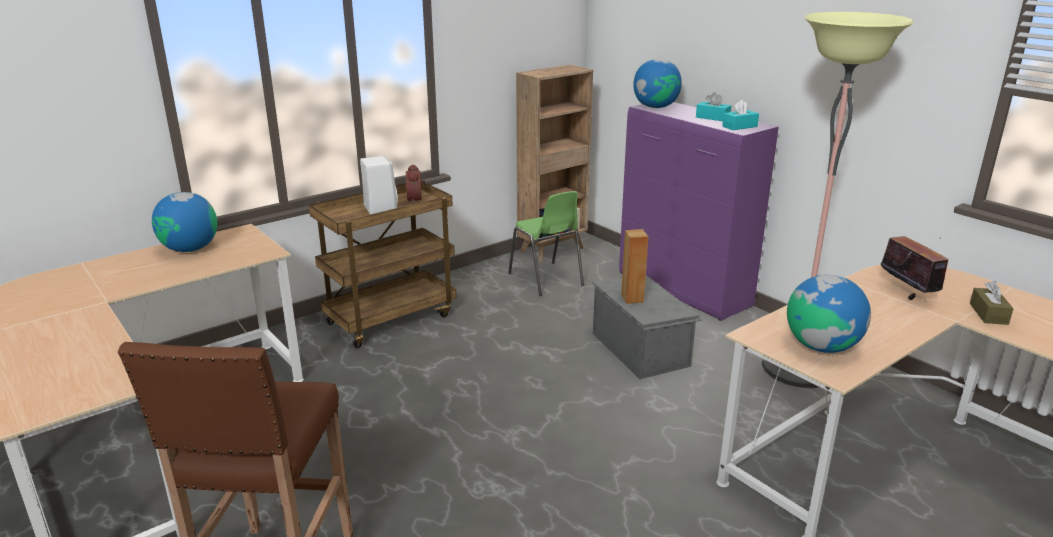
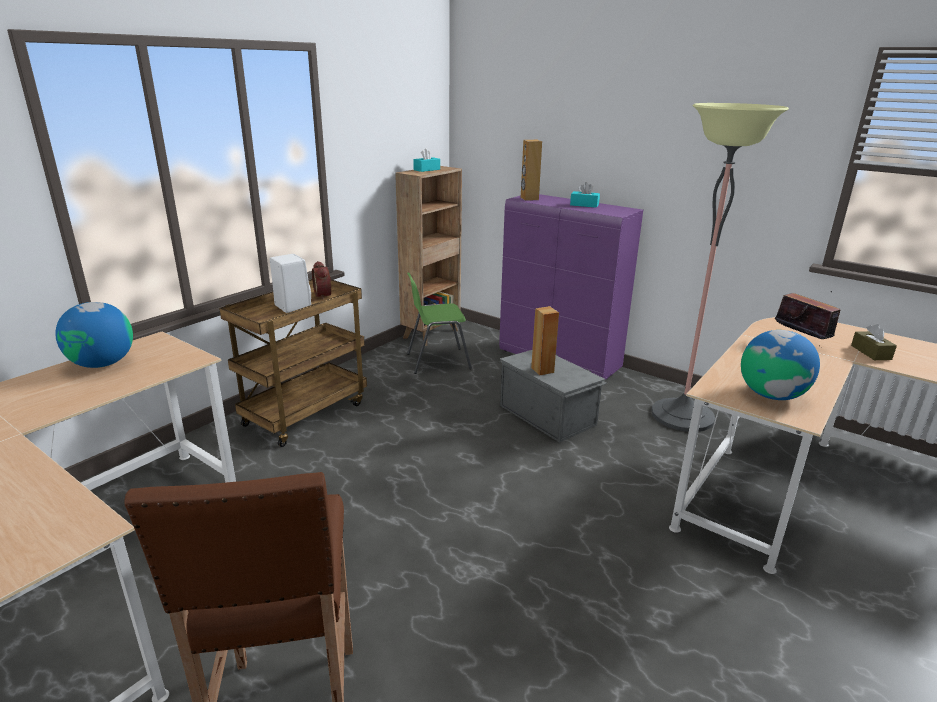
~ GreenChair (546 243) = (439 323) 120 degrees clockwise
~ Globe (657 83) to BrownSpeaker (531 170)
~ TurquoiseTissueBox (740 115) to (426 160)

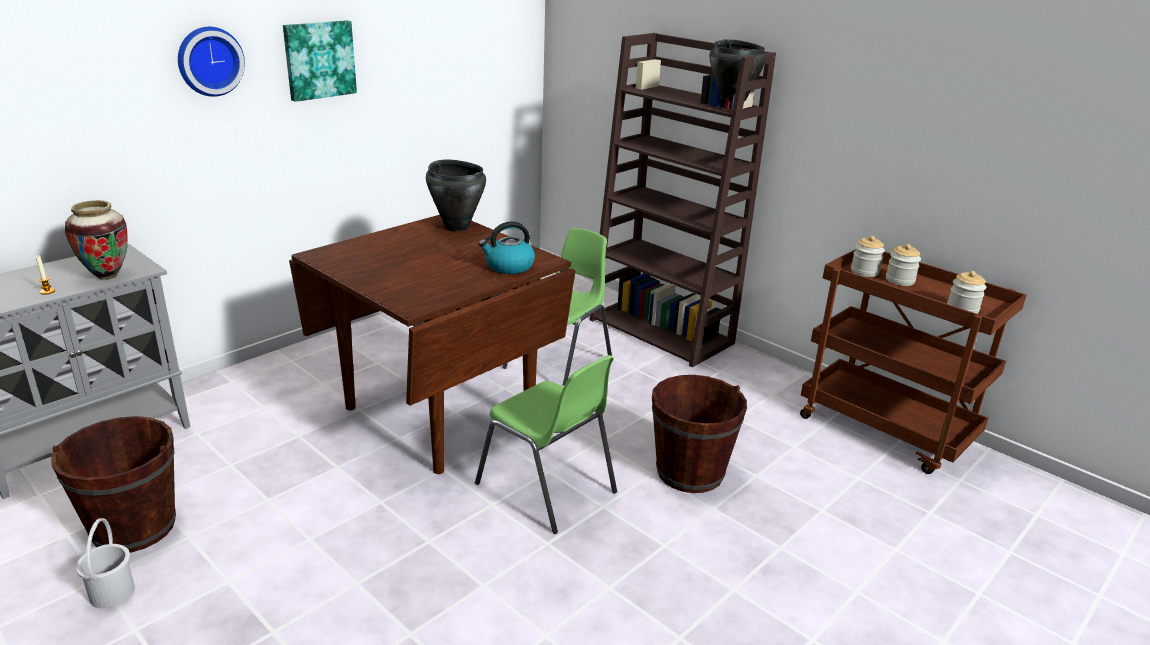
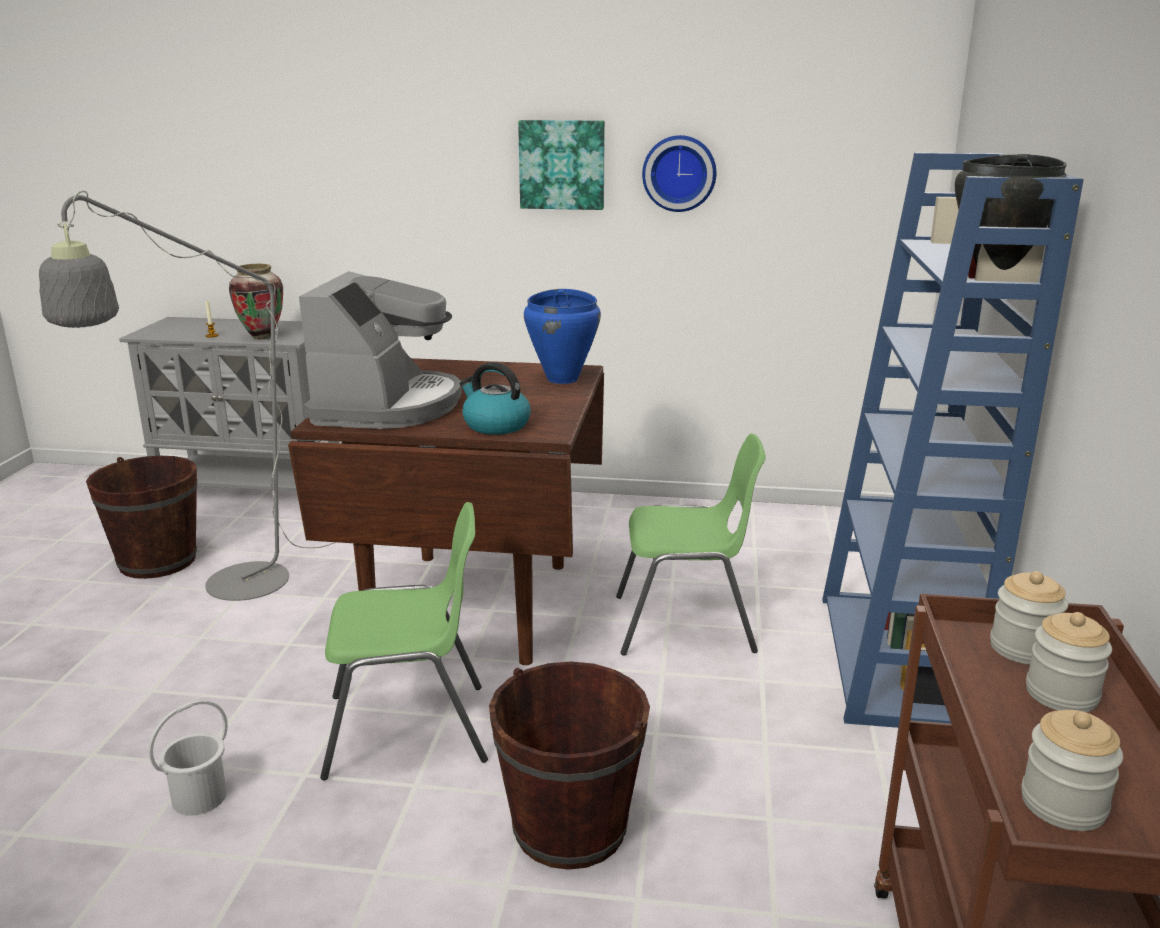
~ WhiteBucket (105 563) to (188 758)
~ WallClock (211 62) to (679 173)
~ BlackCookingPot (456 196) to BlueCookingPot (562 336)
~ GreenChair (546 444) = (404 641) 105 degrees counterclockwise
~ BrownBookcase (683 200) to BlueBookcase (953 440)
+ GreyFloorLamp (187 396)
+ CoffeeMachine (380 350)

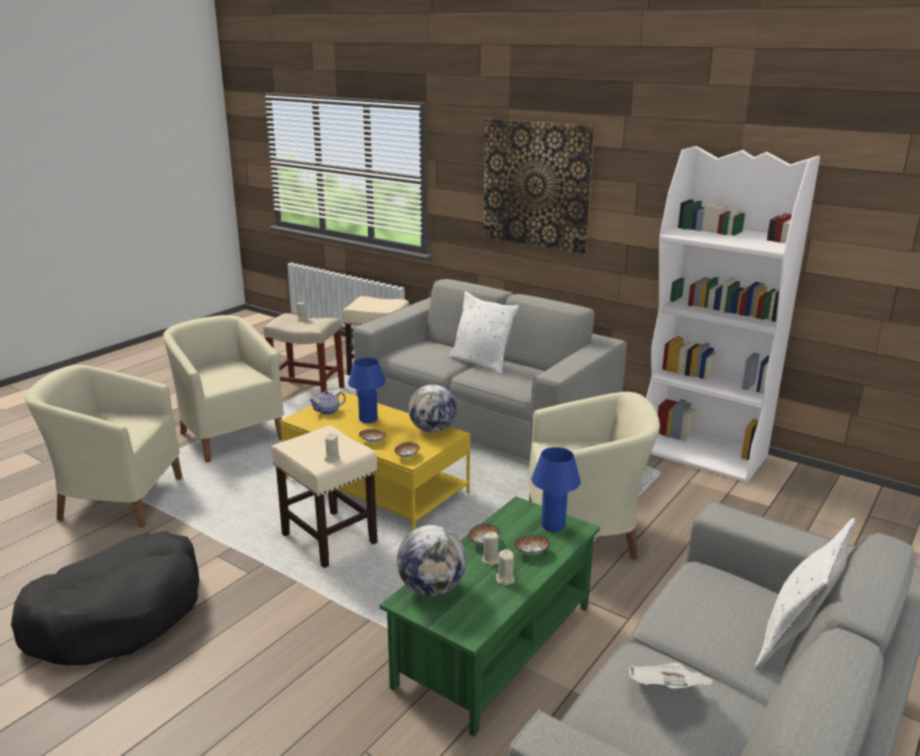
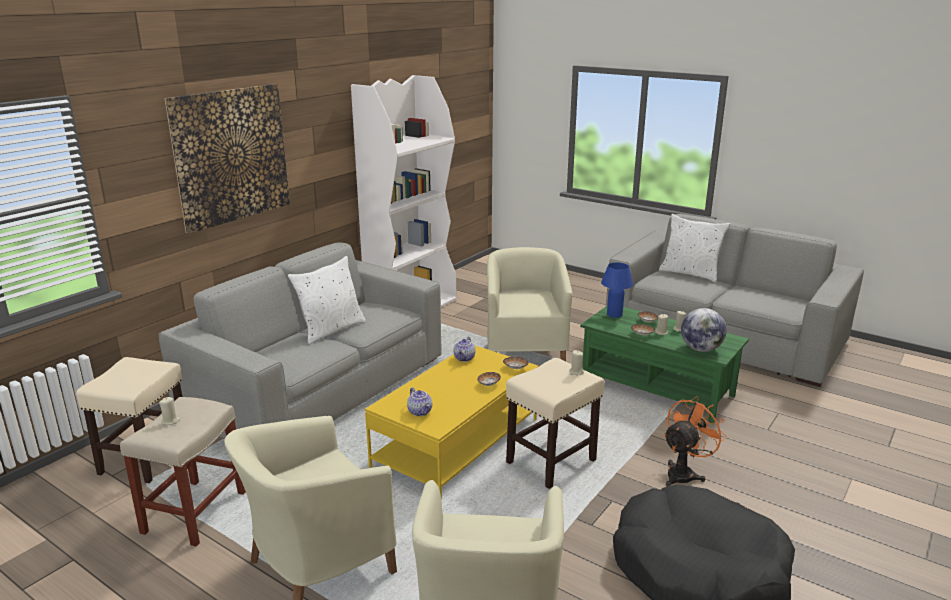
- BlueTableLamp (367 390)
~ Globe (432 409) to Teapot (465 349)
- Newspaper (671 675)
+ OrangeFan (695 441)

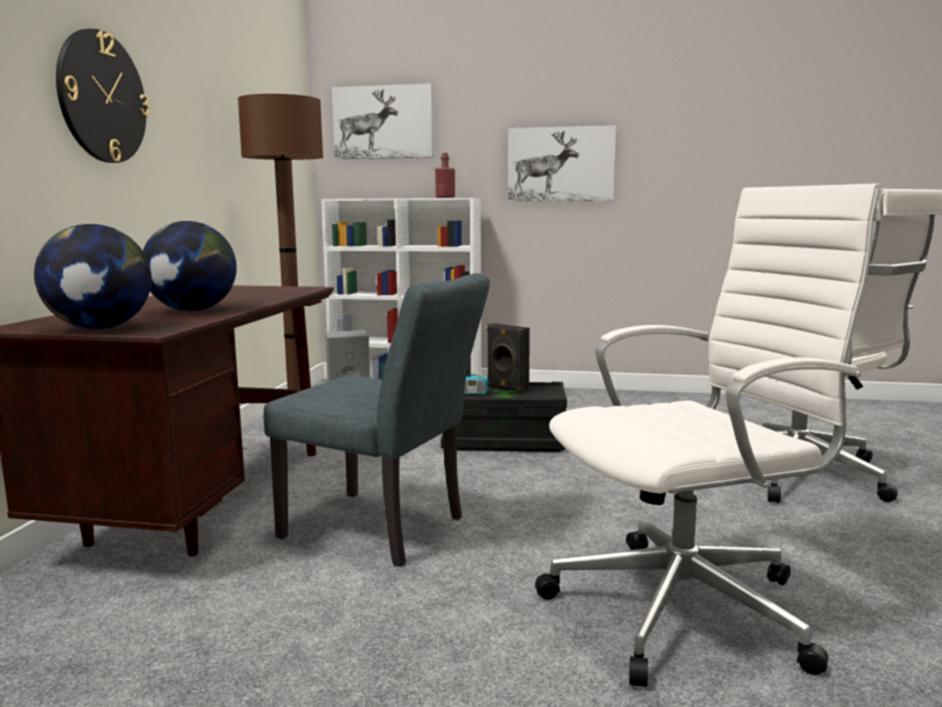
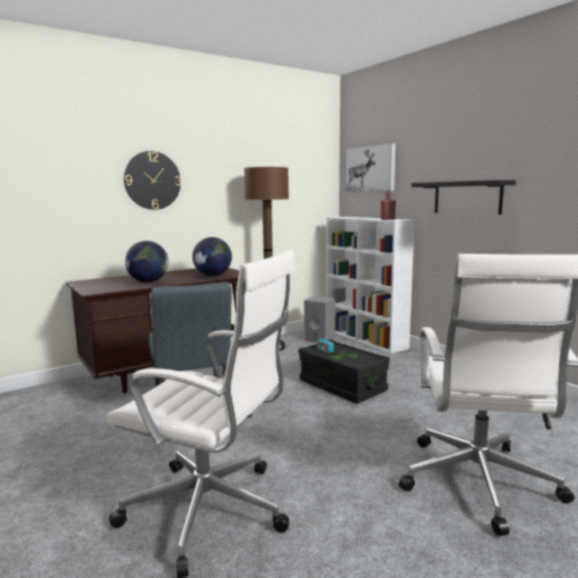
~ Globe (93 276) to (212 256)
- BlackSpeaker (508 357)
~ Picture (562 163) to BlackShelf (463 197)

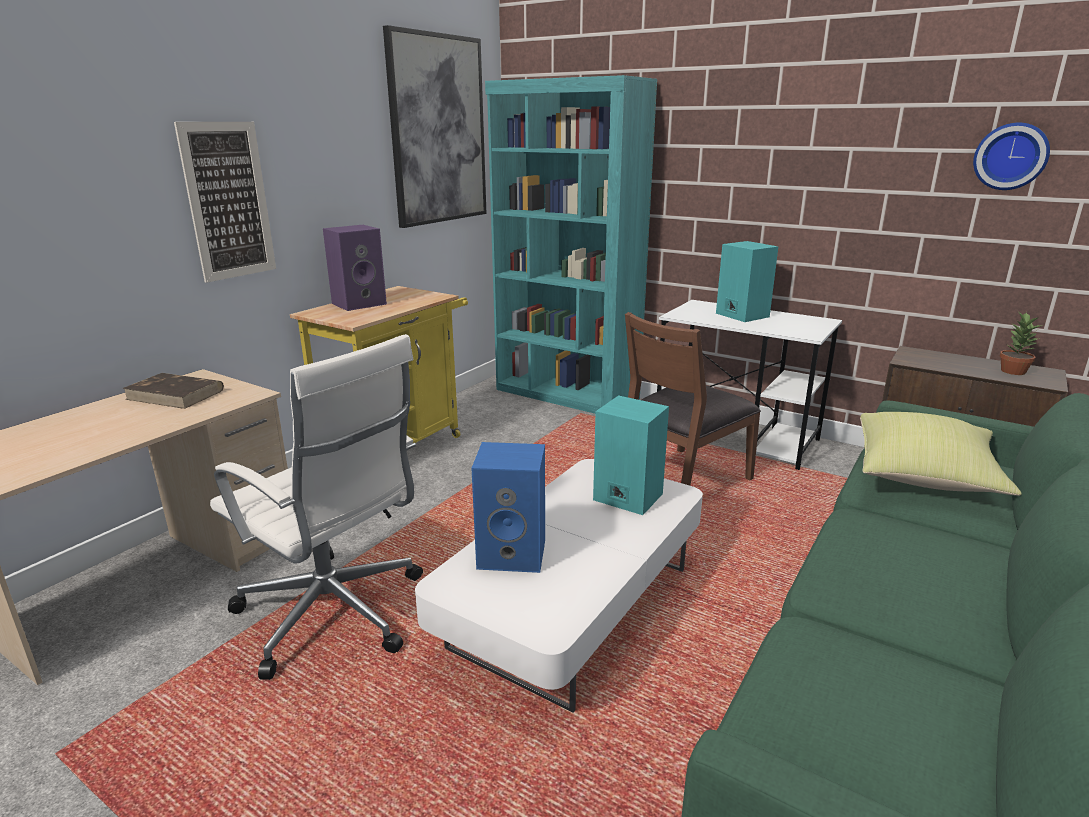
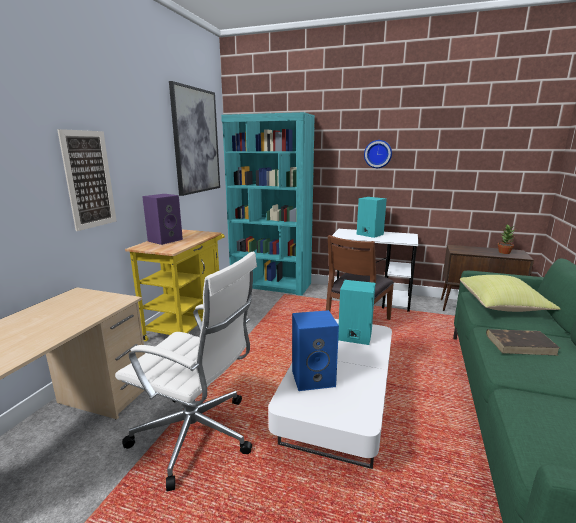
~ BrownBook (173 391) to (523 342)
~ WallClock (1011 156) to (378 154)

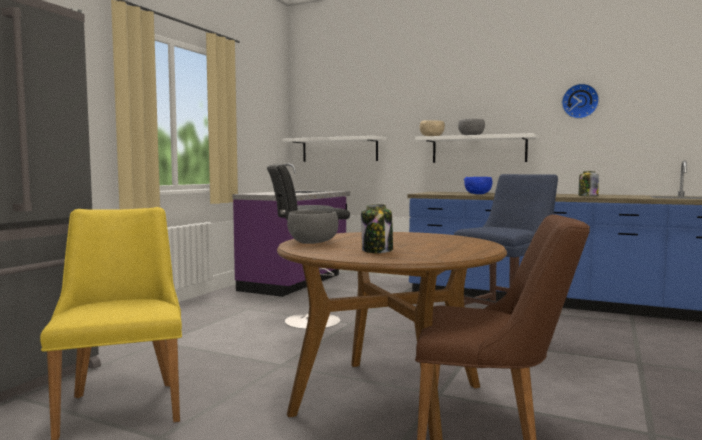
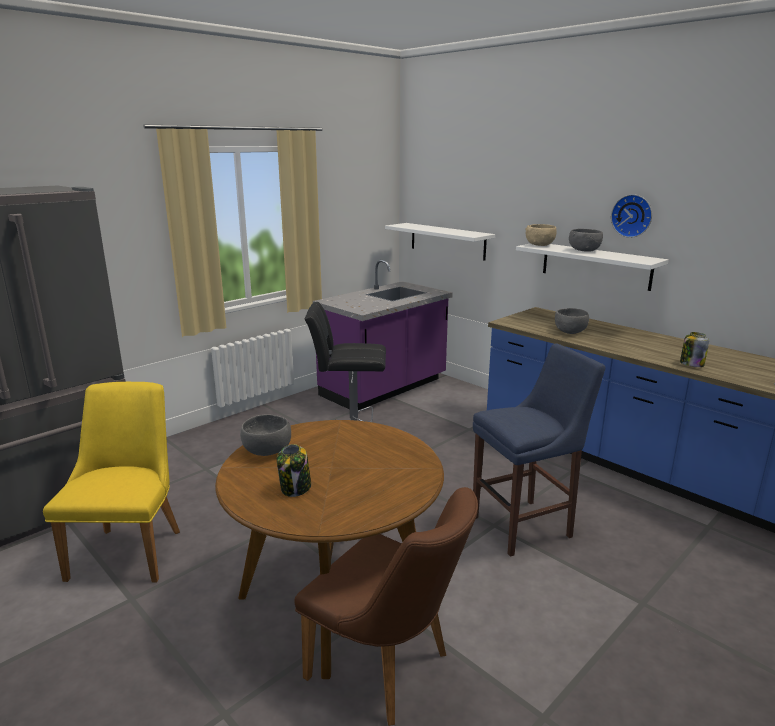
~ BlueBowl (478 185) to GreyBowl (572 321)
~ WallClock (580 101) to (631 216)

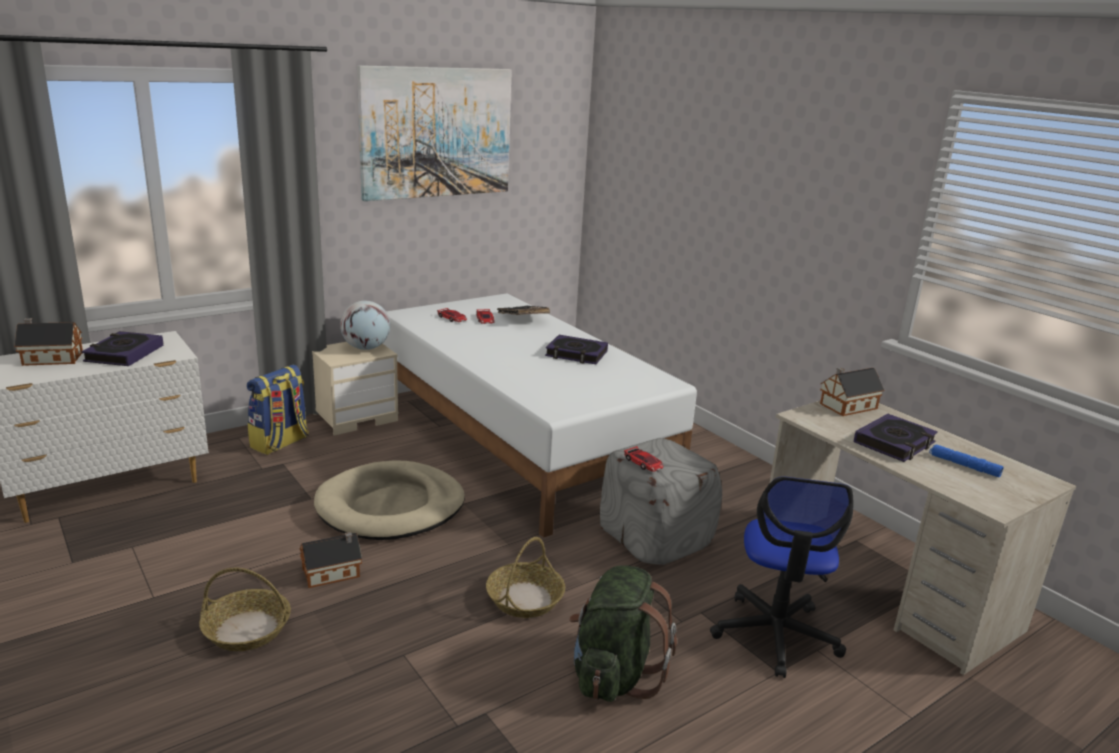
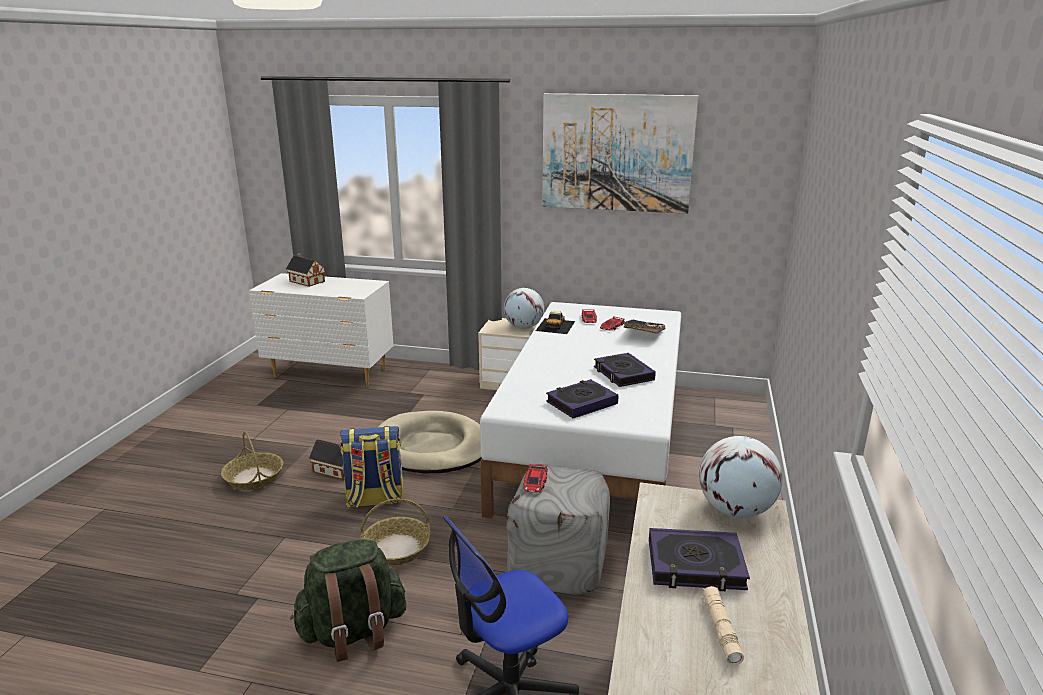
~ Book (122 348) to (582 398)
~ Backpack (278 410) to (371 467)
~ ToyHouse (852 391) to Globe (741 477)
~ BlueFlashlight (966 460) to BeigeFlashlight (723 625)
+ ToyCar (555 322)

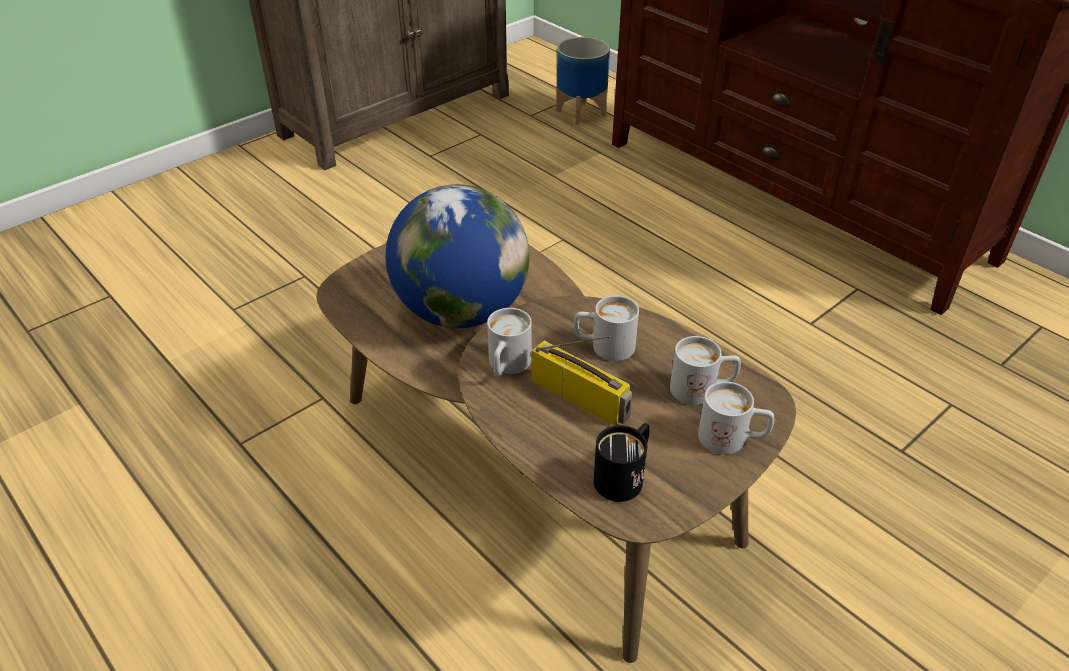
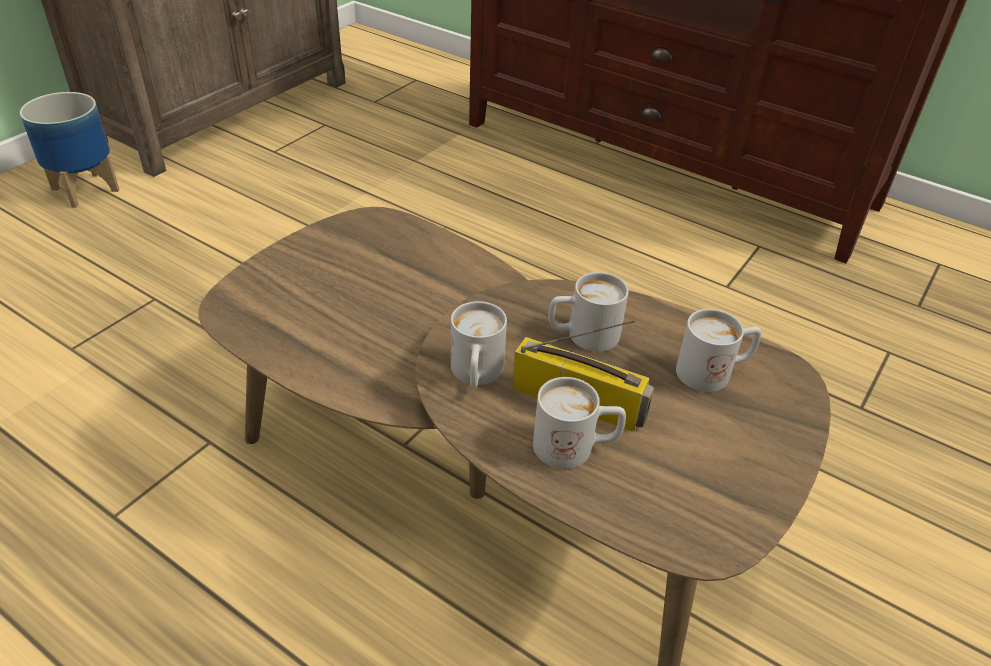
- Globe (457 256)
~ Planter (583 81) to (70 150)
- BlackMug (621 462)
~ WhiteMug (736 418) to (579 423)

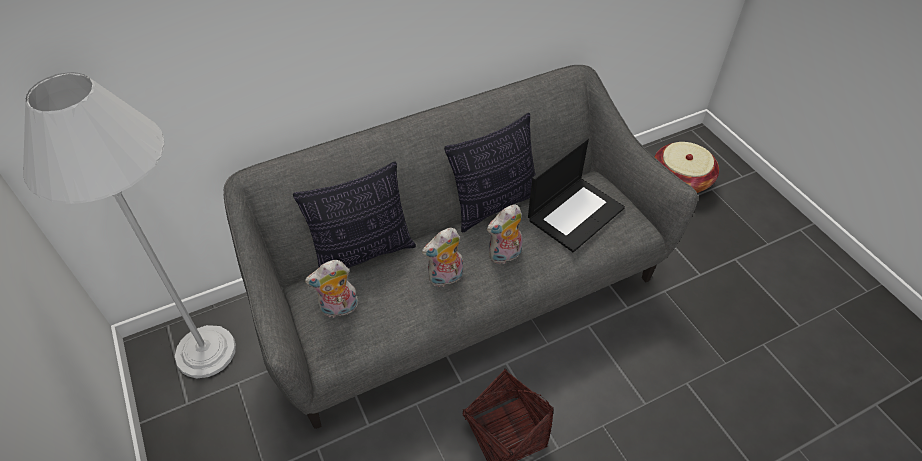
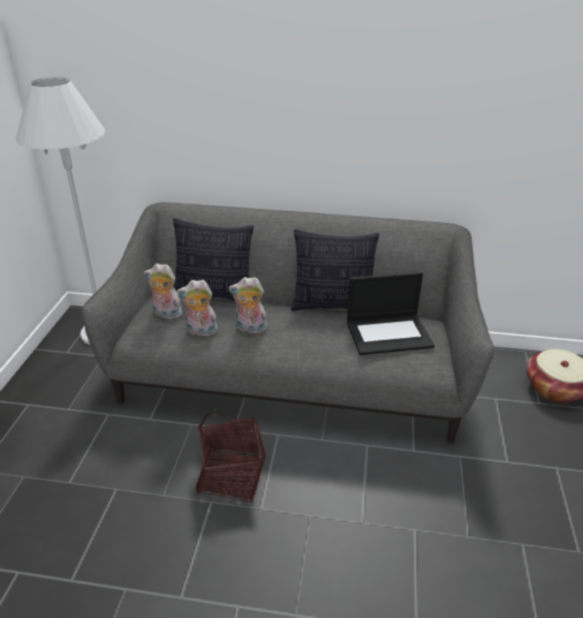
~ PlushToy (504 234) to (197 308)

